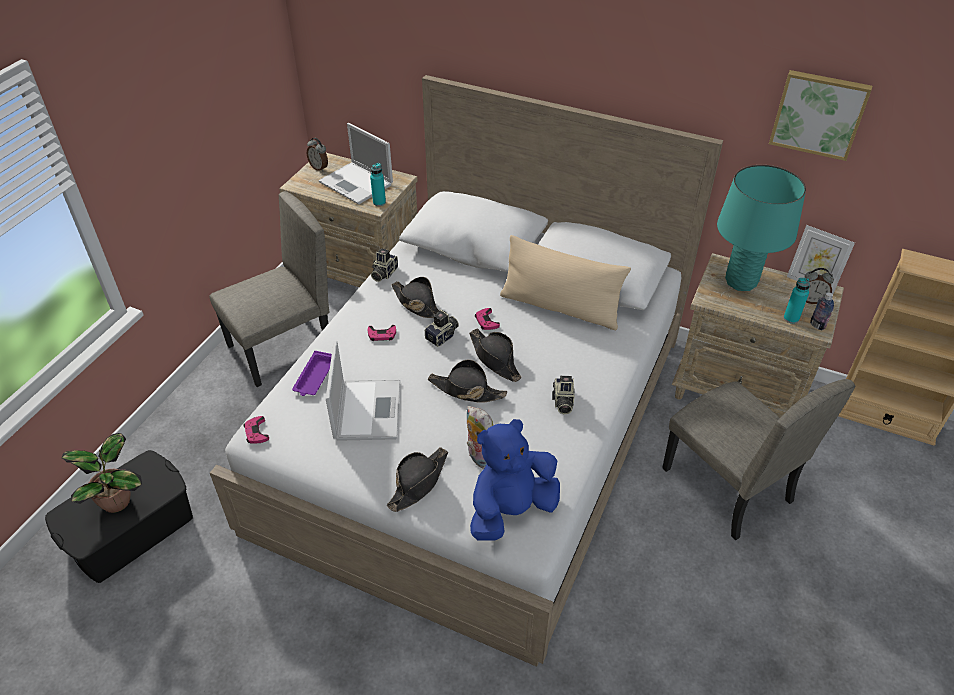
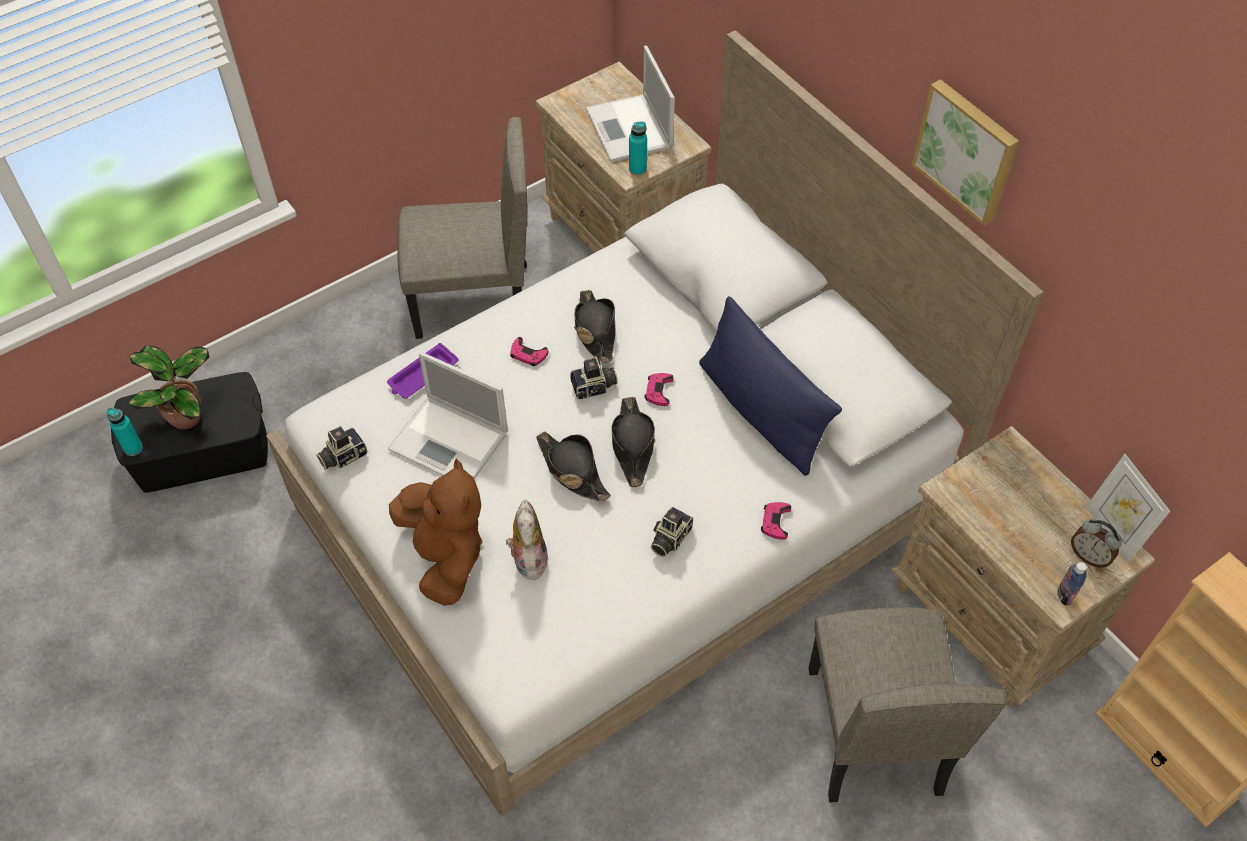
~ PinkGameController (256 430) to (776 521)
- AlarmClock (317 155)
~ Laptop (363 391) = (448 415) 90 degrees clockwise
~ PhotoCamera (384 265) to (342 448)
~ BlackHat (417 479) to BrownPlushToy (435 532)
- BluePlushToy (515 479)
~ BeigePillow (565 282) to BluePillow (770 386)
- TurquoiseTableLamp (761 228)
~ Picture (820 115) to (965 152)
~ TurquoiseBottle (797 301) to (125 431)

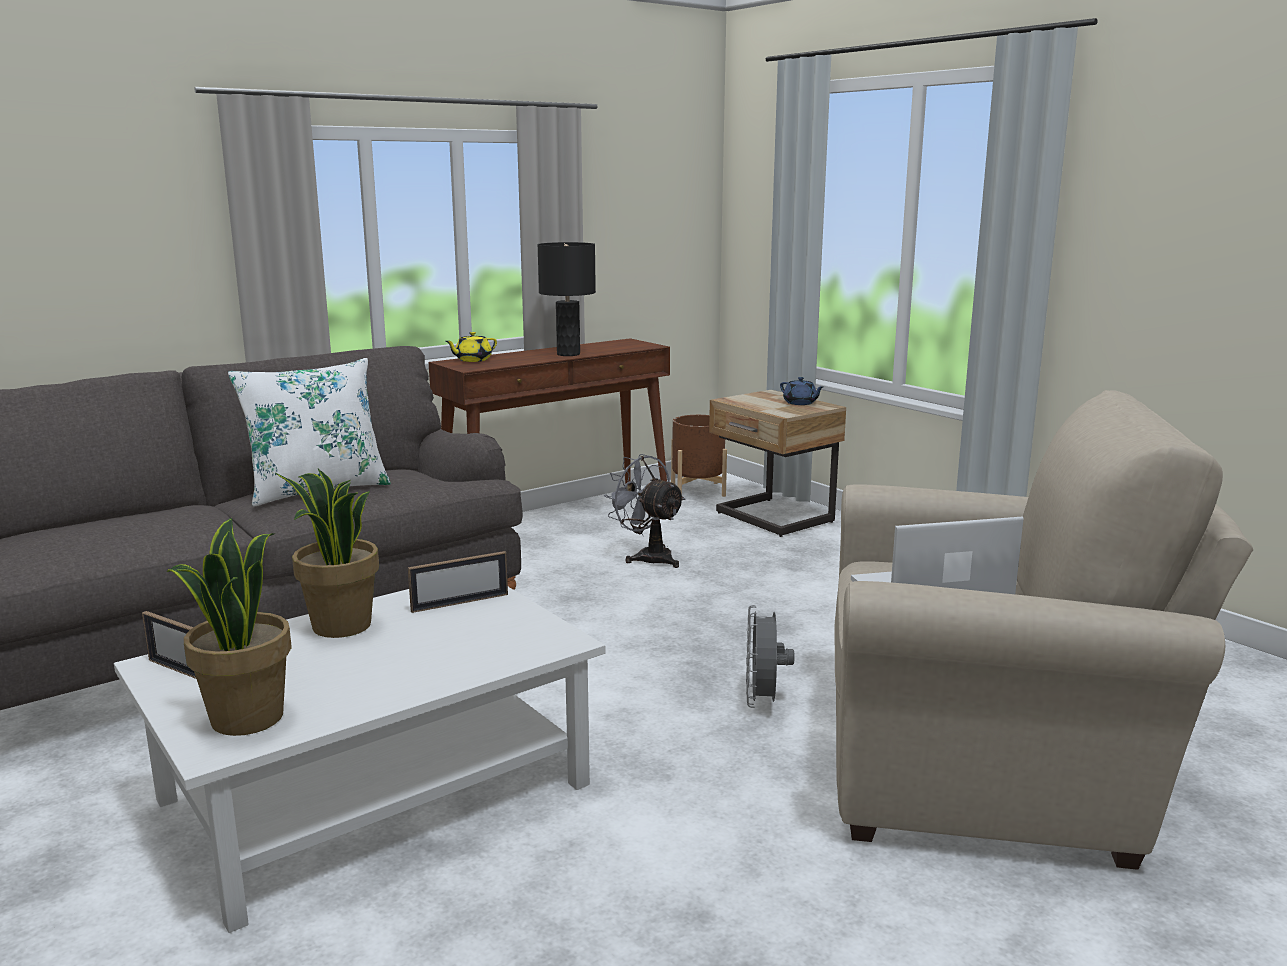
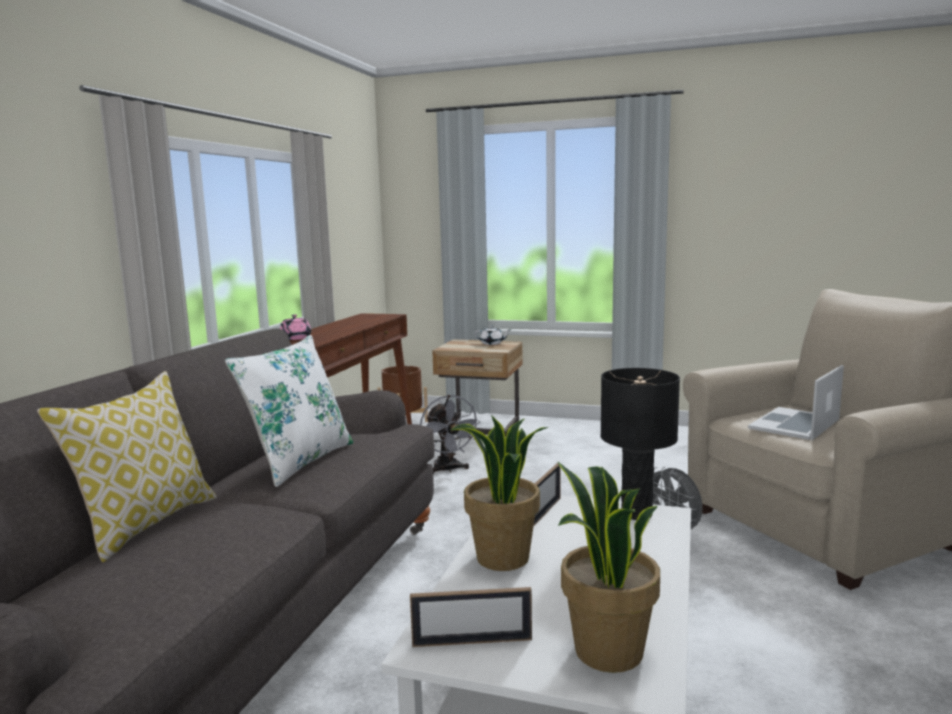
~ YellowTeapot (471 347) to PinkTeapot (295 327)
~ BlackTableLamp (566 299) to (640 444)
~ GreyFan (644 511) = (450 434) 120 degrees counterclockwise
~ BlueTeapot (801 391) to WhiteTeapot (492 335)
+ Pillow (127 466)

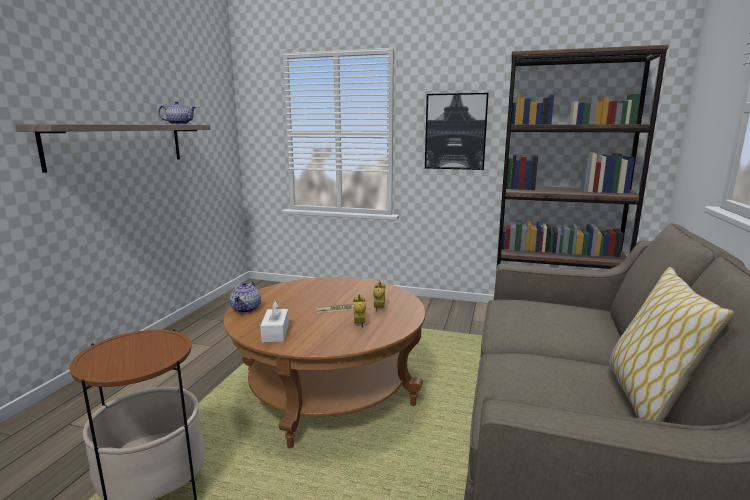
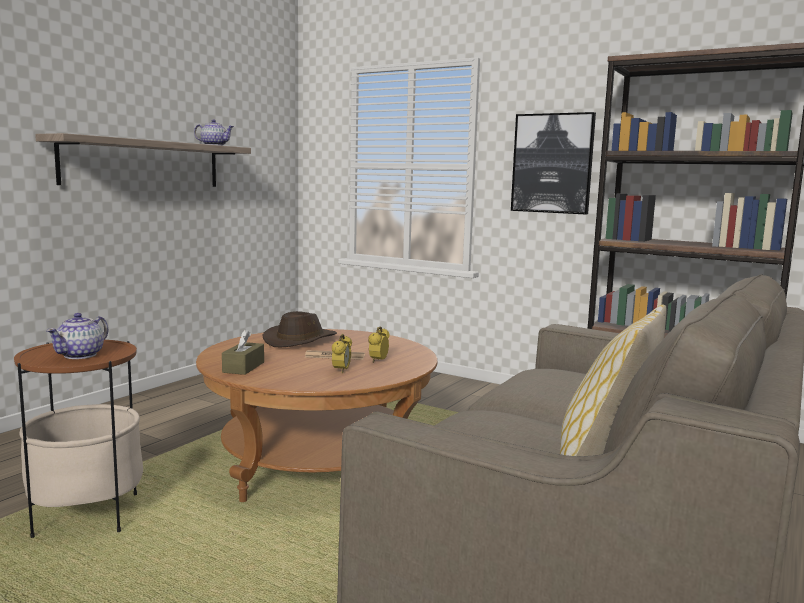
~ Teapot (245 297) to (77 336)
~ WhiteTissueBox (274 321) to BrownTissueBox (243 352)
+ BrownHat (299 329)

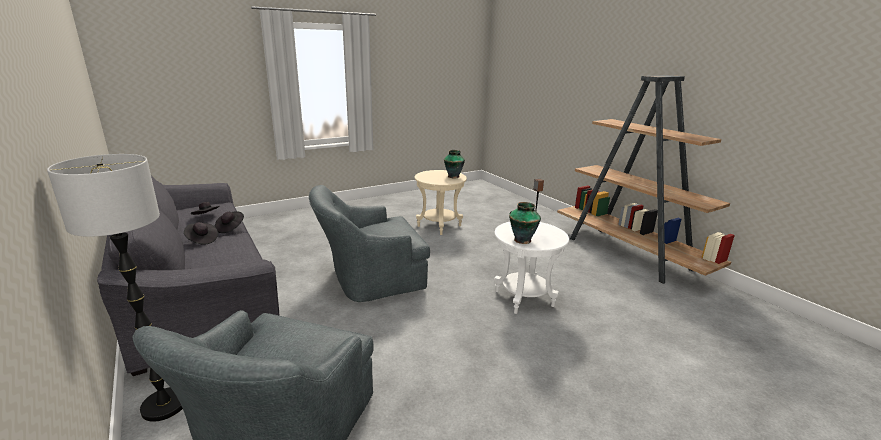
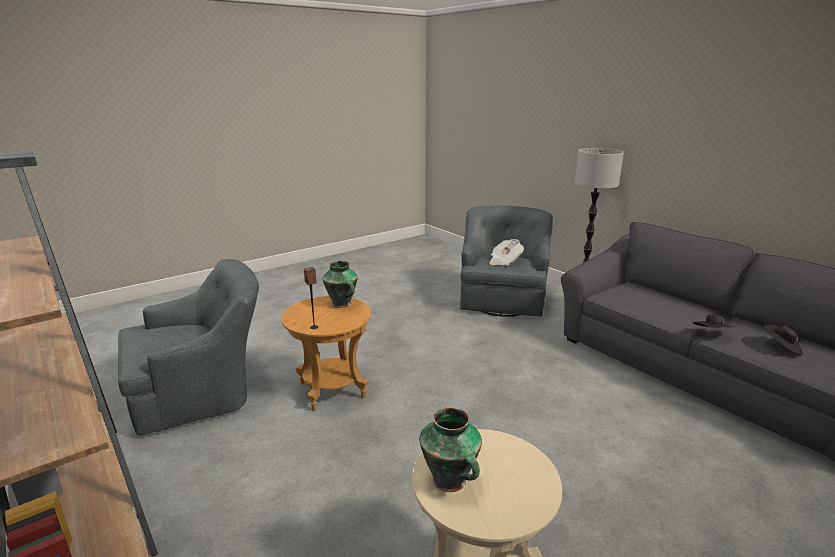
- BlackHat (201 233)
~ GreyArmchair (369 243) to (188 347)
~ WhiteSideTable (531 268) to BrownSideTable (326 353)
+ Newspaper (506 252)

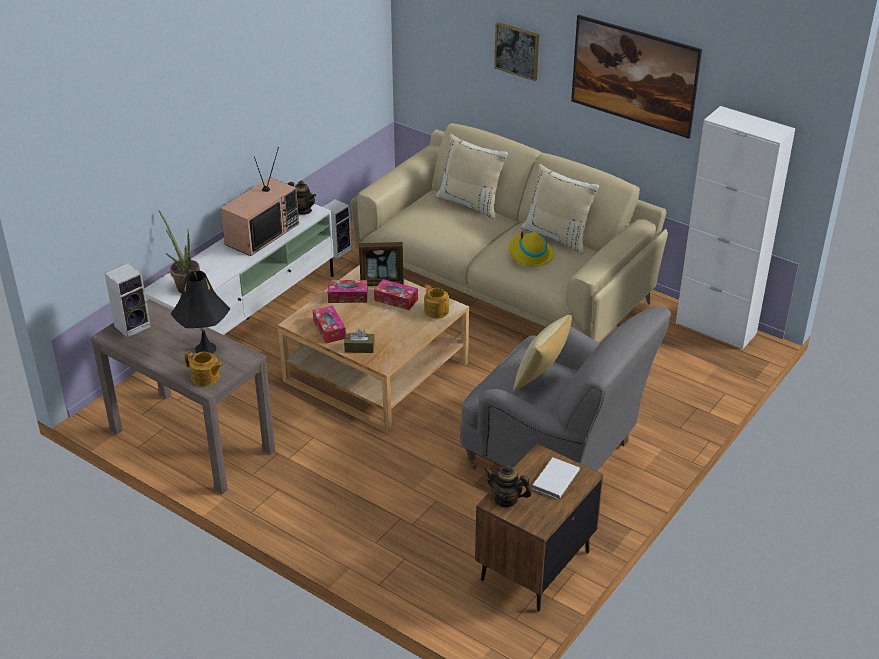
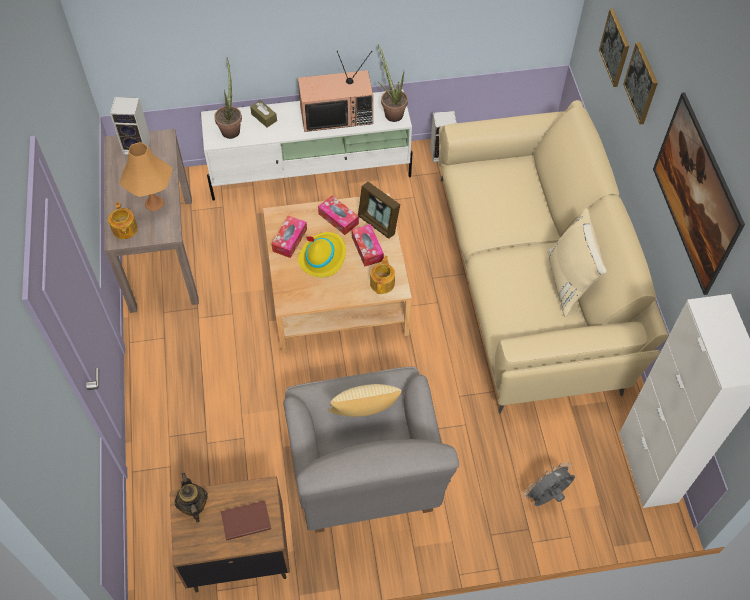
~ BlackTableLamp (200 312) to OrangeTableLamp (146 176)
~ Teapot (302 198) to PottedPlant (393 83)
~ BrownTissueBox (359 341) to (263 113)
- BeigePillow (471 177)
~ YellowHat (531 248) to (322 254)
~ WhiteBook (556 478) to BrownBook (246 521)
+ GreyFan (549 484)
+ Picture (614 48)

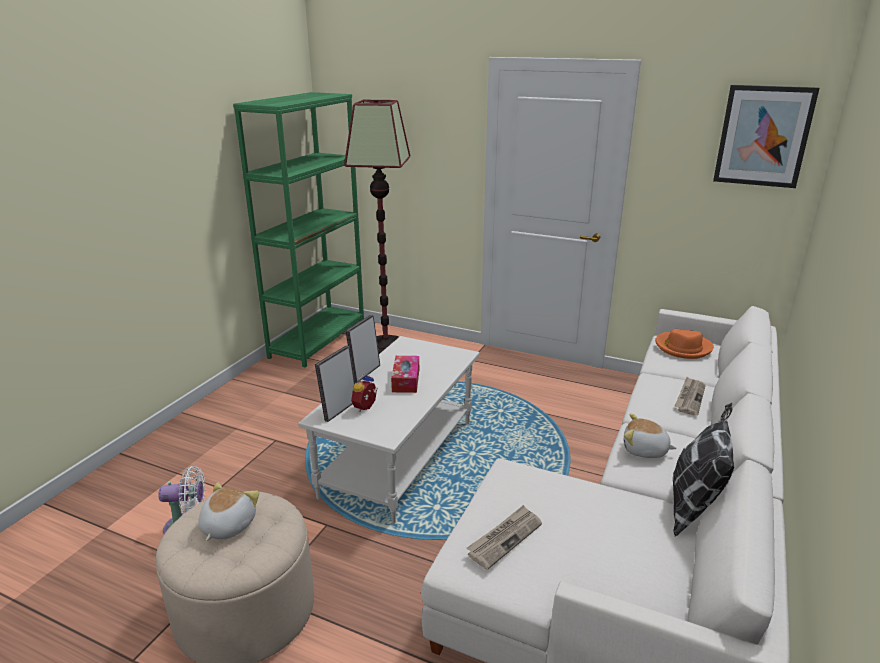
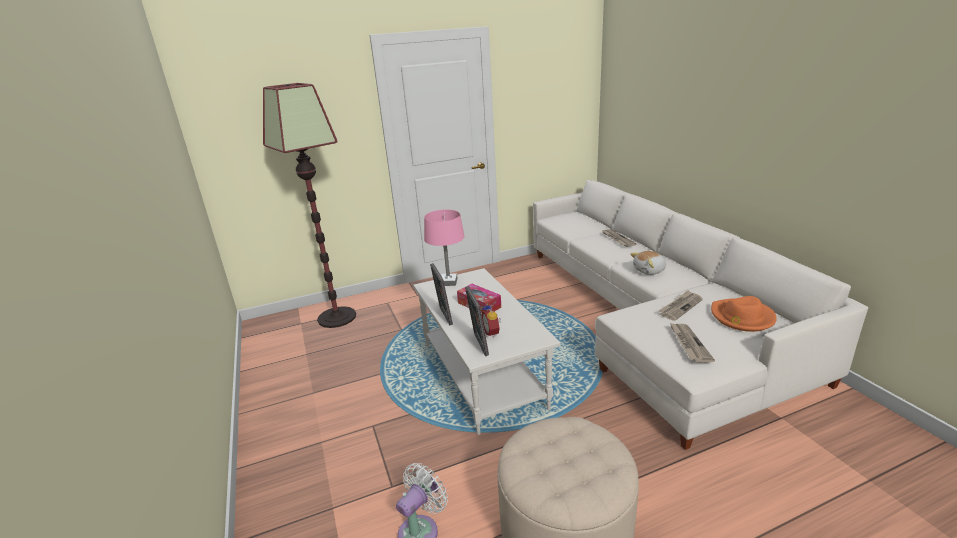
- PlushToy (228 511)
- GreenBookcase (298 229)
~ OrangeHat (684 344) to (744 314)
- Pillow (703 469)
- Picture (766 136)
+ PinkTableLamp (444 248)
+ Newspaper (681 305)

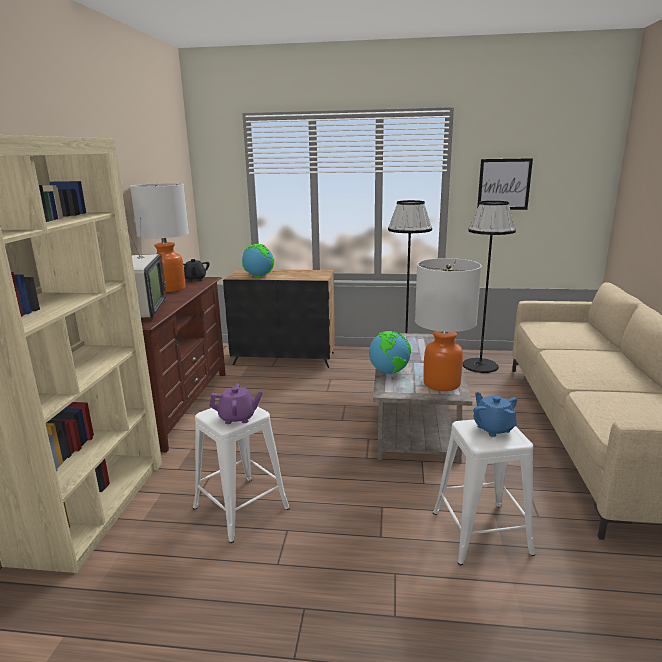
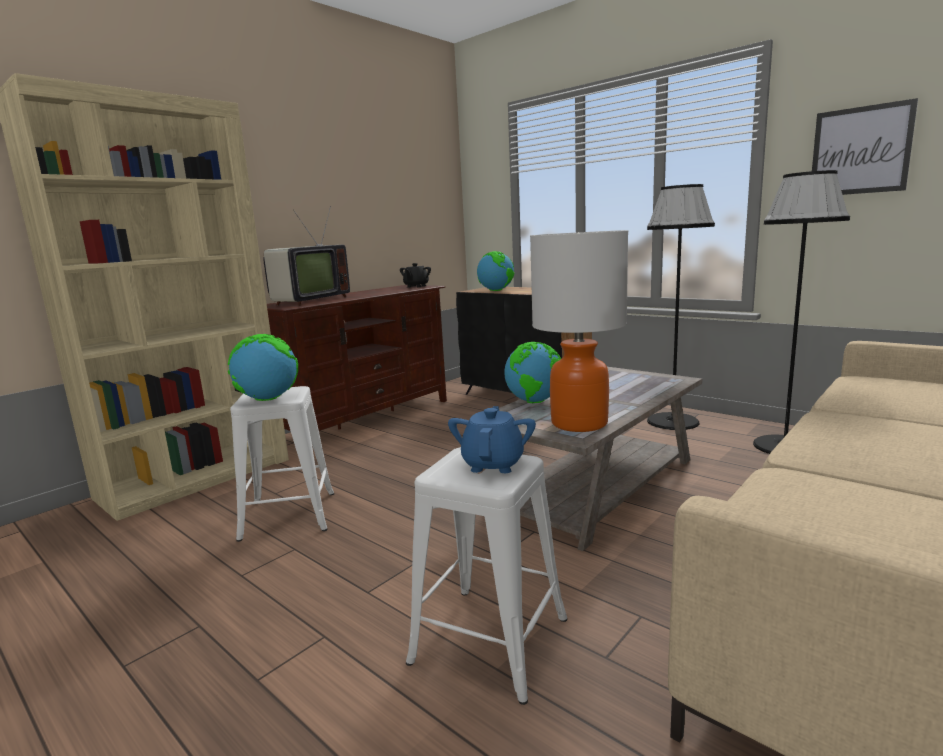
- TableLamp (159 237)
~ PurpleTeapot (236 403) to Globe (263 367)

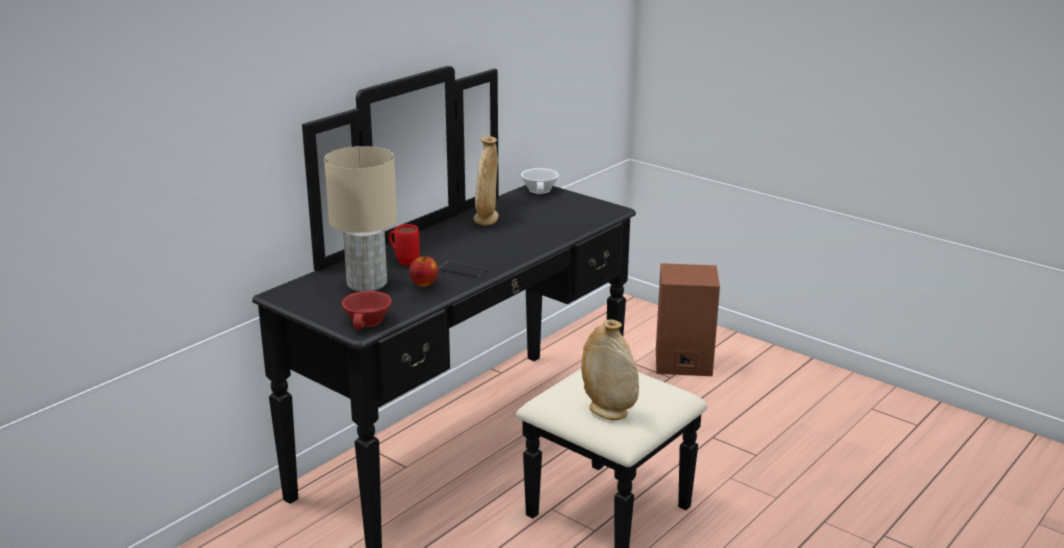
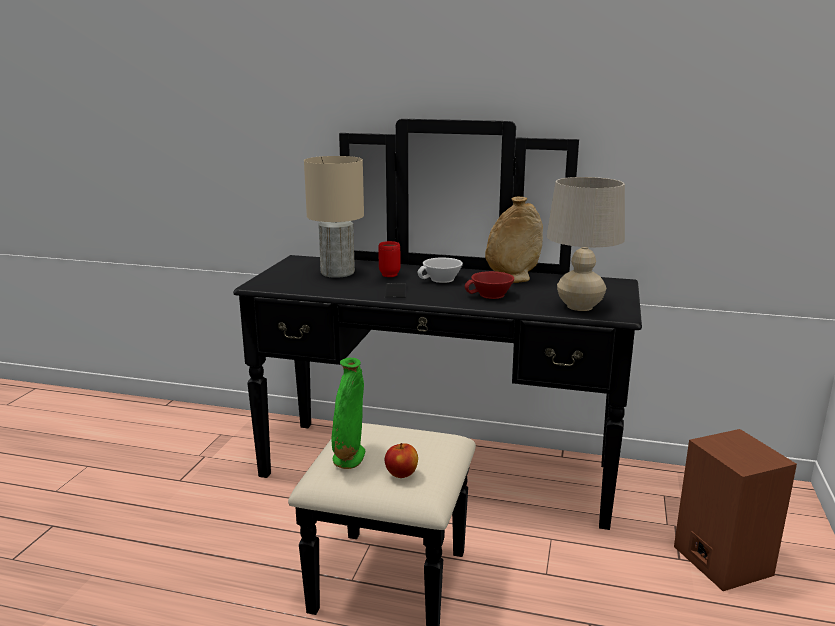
~ RedCup (367 310) to (489 285)
~ Apple (423 271) to (401 460)
~ WhiteCup (540 181) to (440 270)
~ BeigeVase (610 369) to GreenVase (348 413)
+ BeigeTableLamp (586 244)

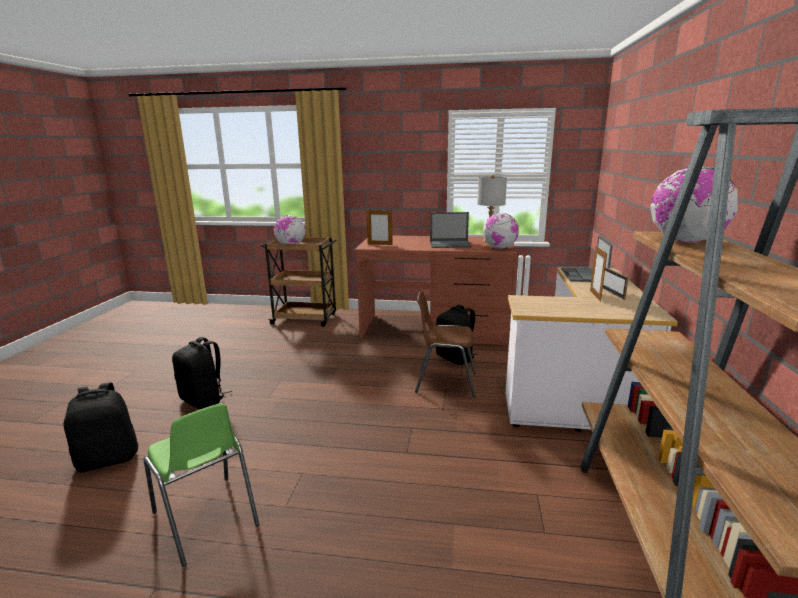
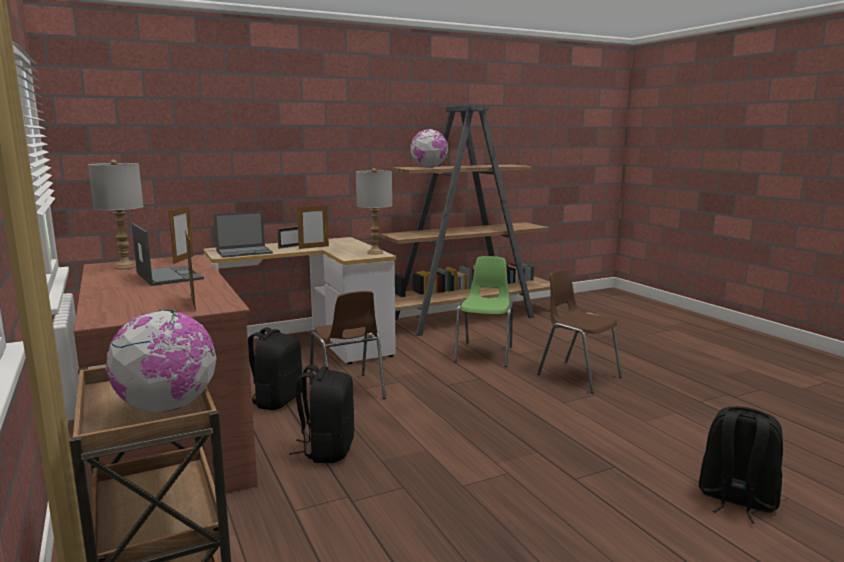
~ GreenChair (201 485) to (483 311)
~ BlackBackpack (202 373) to (321 414)
~ Globe (501 231) to PictureFrame (181 235)
+ GreyTableLamp (374 211)
+ BrownChair (579 331)

